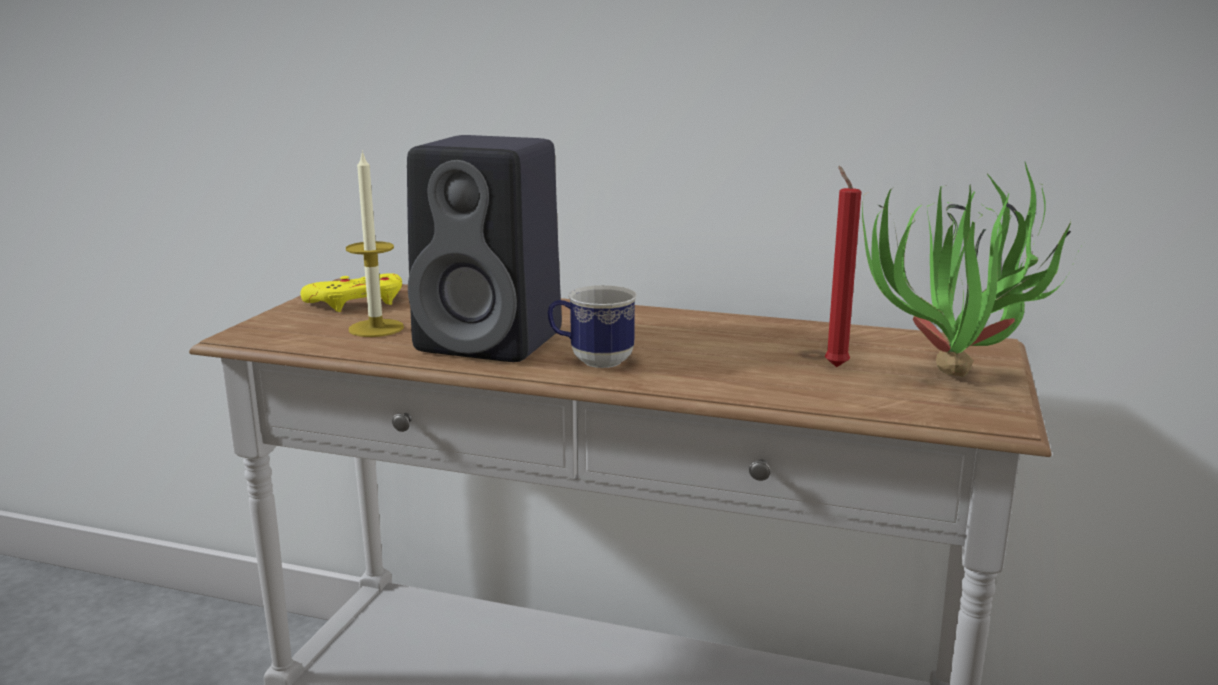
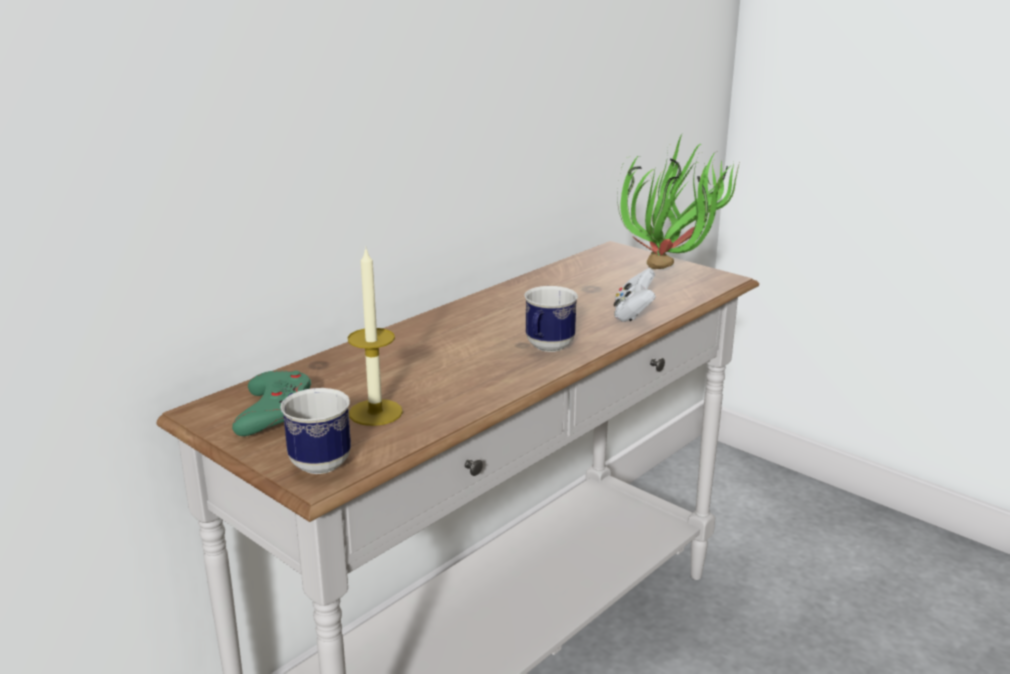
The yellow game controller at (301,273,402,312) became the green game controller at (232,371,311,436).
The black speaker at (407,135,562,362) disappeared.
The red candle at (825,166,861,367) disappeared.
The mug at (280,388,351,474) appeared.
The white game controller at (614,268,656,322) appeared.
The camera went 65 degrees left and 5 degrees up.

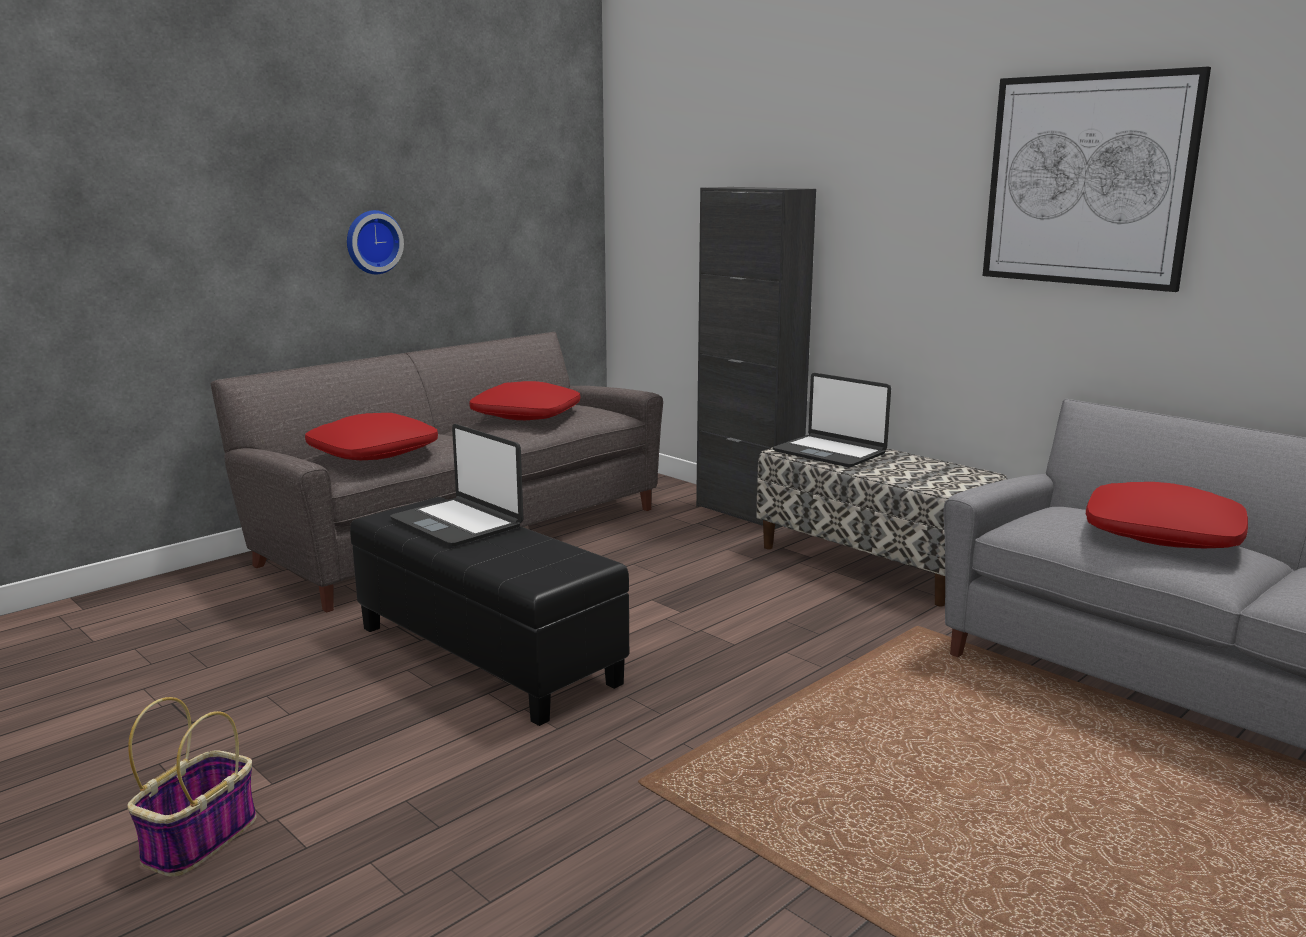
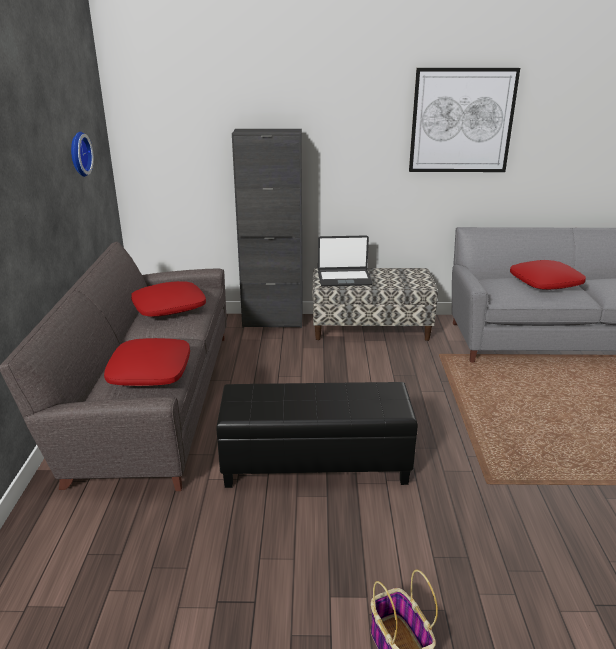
The wall clock moved from (347,210,404,274) to (71,132,94,177).
The laptop at (390,424,524,547) disappeared.
The camera went 45 degrees left and 10 degrees up.

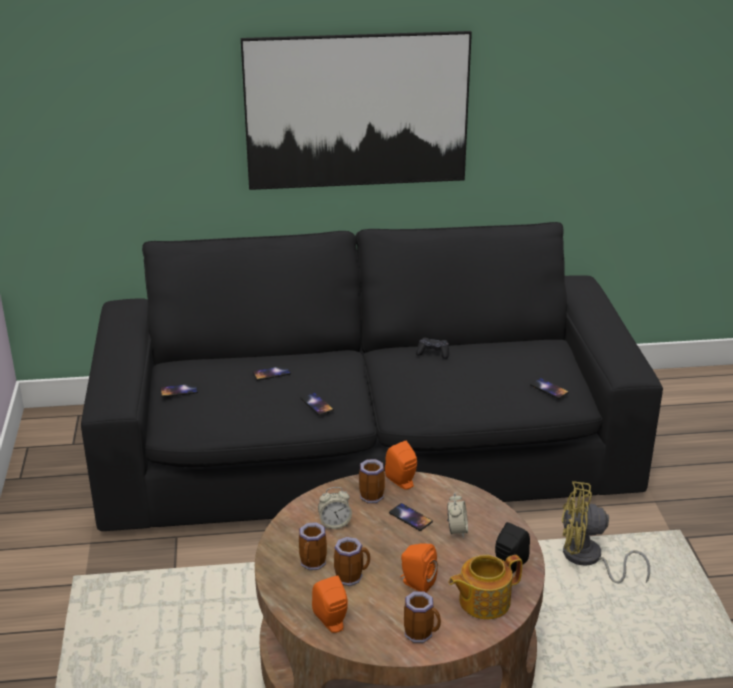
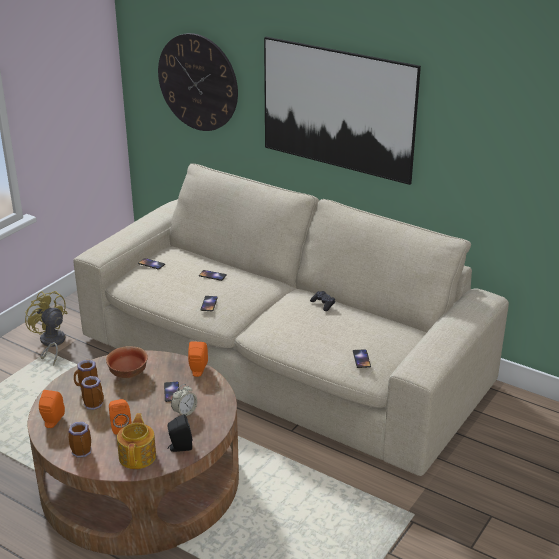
The black sofa at (81,222,663,531) became the beige sofa at (73,164,509,476).
The alarm clock at (318,487,352,529) was replaced by the bowl at (106,346,148,379).
The mug at (359,459,385,503) disappeared.
The teapot at (449,555,522,620) turned 75 degrees clockwise.
The yellow fan moved from (562,481,650,583) to (25,291,67,366).
The wall clock at (158,33,238,131) appeared.
The camera went 40 degrees right and 0 degrees up.

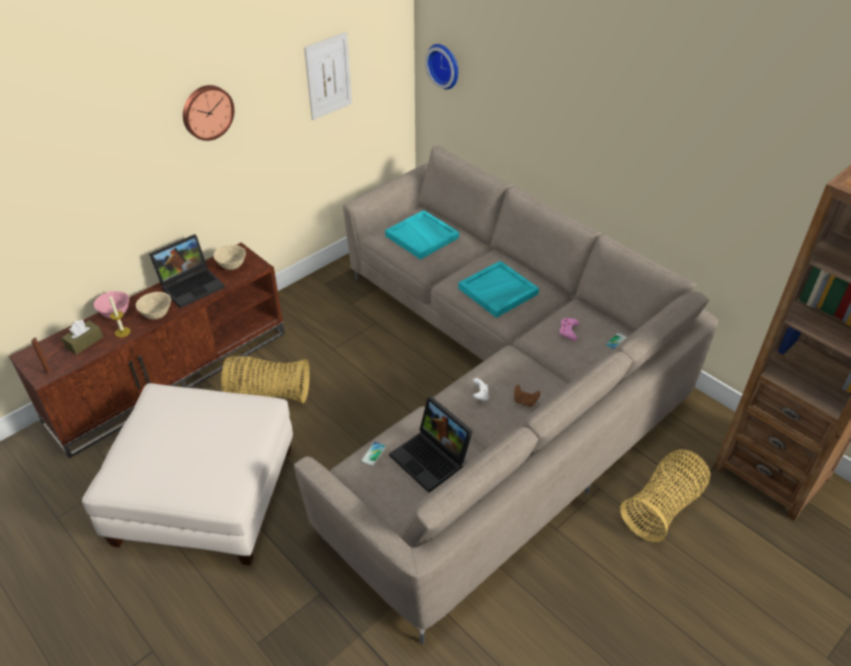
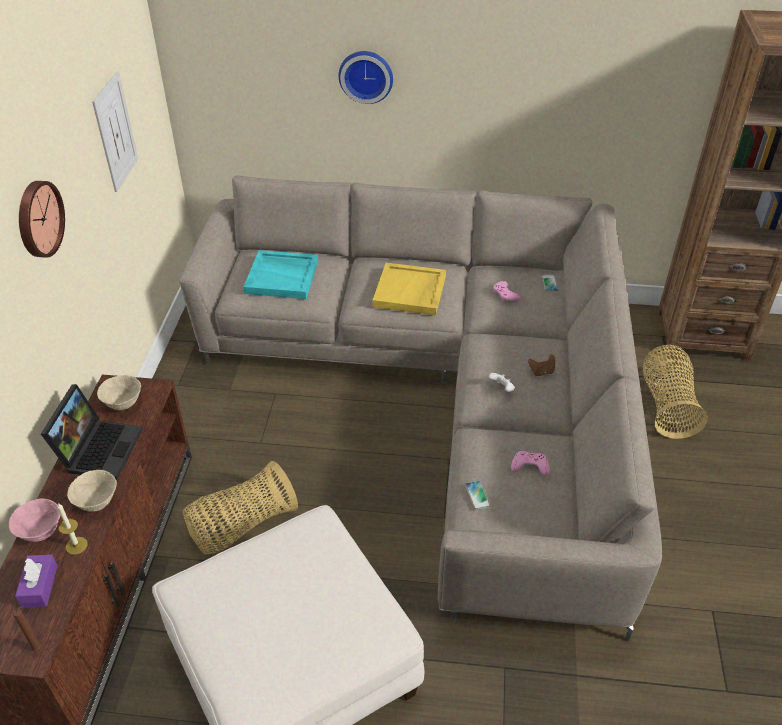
The brown tissue box at (62,320,103,355) became the purple tissue box at (15,554,57,608).
The laptop at (389,396,473,493) was replaced by the pink game controller at (511,451,550,476).
The wall clock moved from (425,44,458,89) to (339,51,393,104).
The turquoise tray at (458,261,539,318) became the yellow tray at (373,263,446,315).
The camera went 40 degrees left and 0 degrees up.

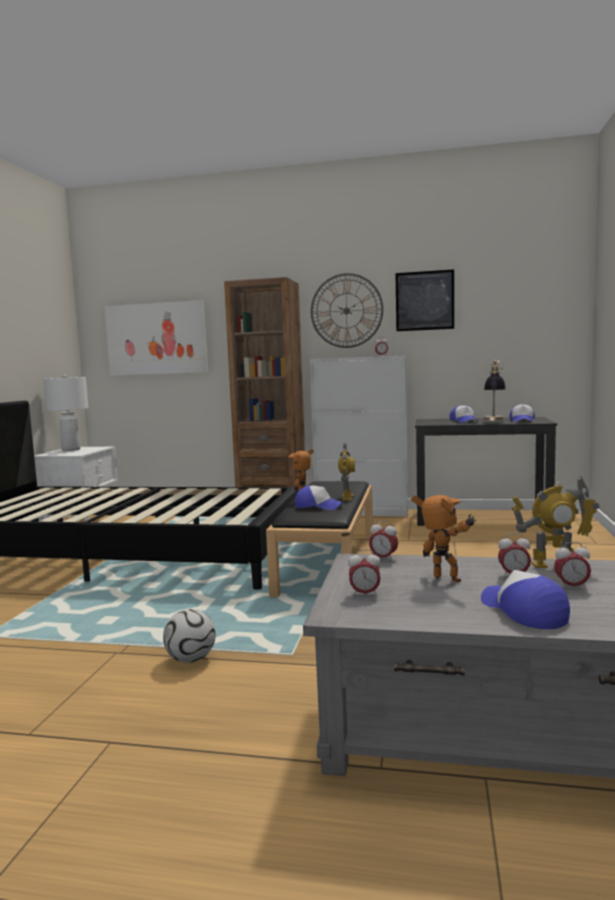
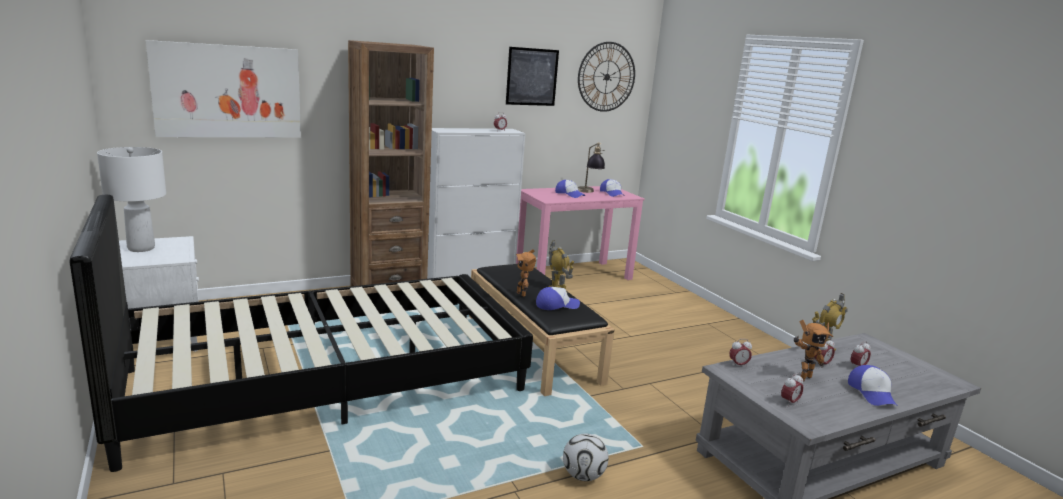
The wall clock moved from (311,273,383,348) to (578,42,635,112).
The toy robot at (411,495,477,582) turned 150 degrees clockwise.
The black desk at (415,417,557,528) became the pink desk at (516,186,645,280).
The cap at (481,570,570,629) turned 120 degrees counterclockwise.
The camera went 40 degrees left and 10 degrees up.

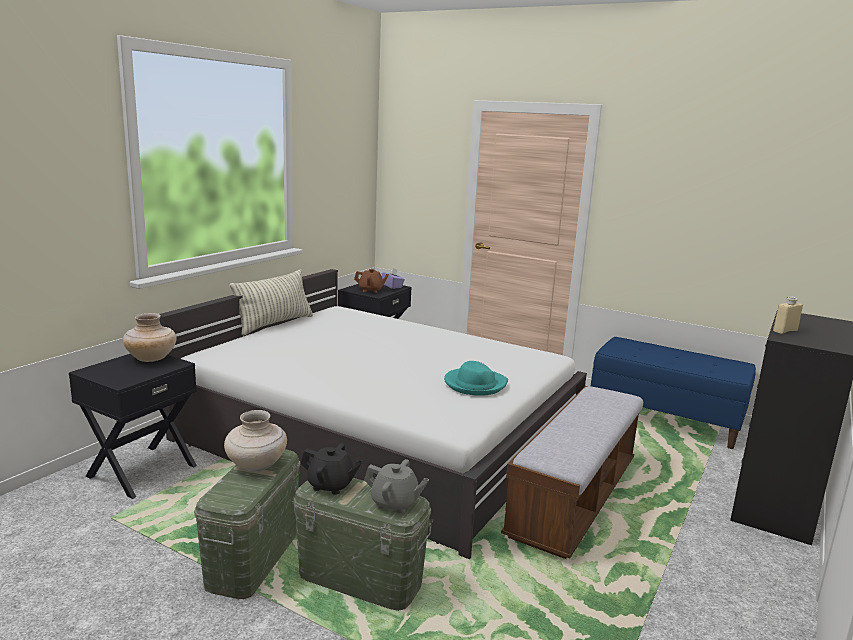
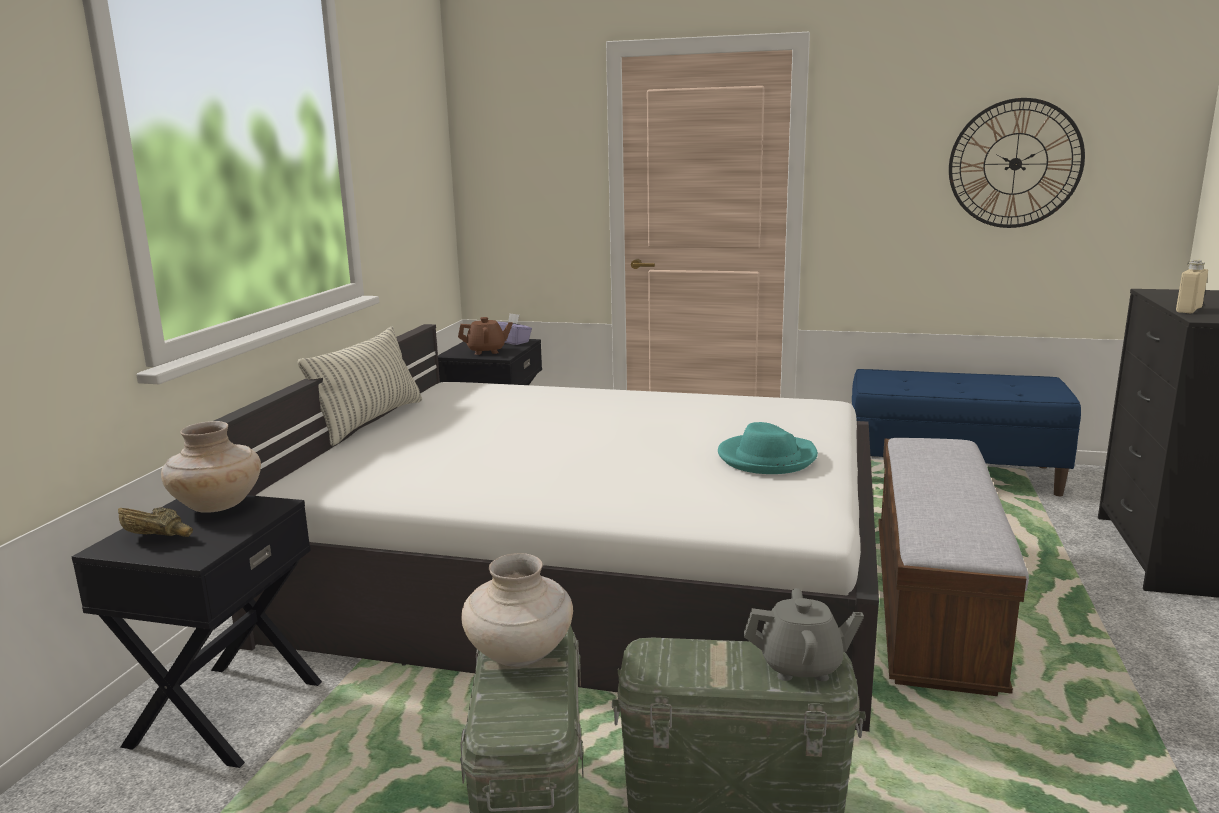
The black teapot at (301,443,363,495) disappeared.
The brown bowl at (118,507,193,537) appeared.
The wall clock at (949,98,1085,228) appeared.
The camera went 15 degrees left and 0 degrees up.

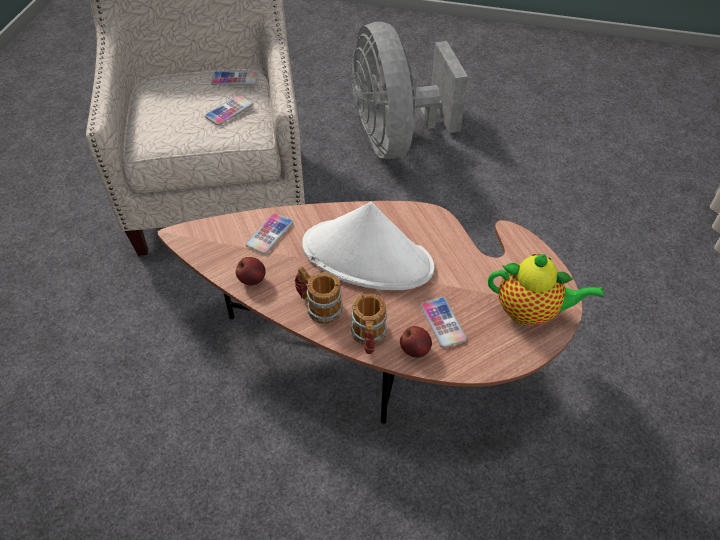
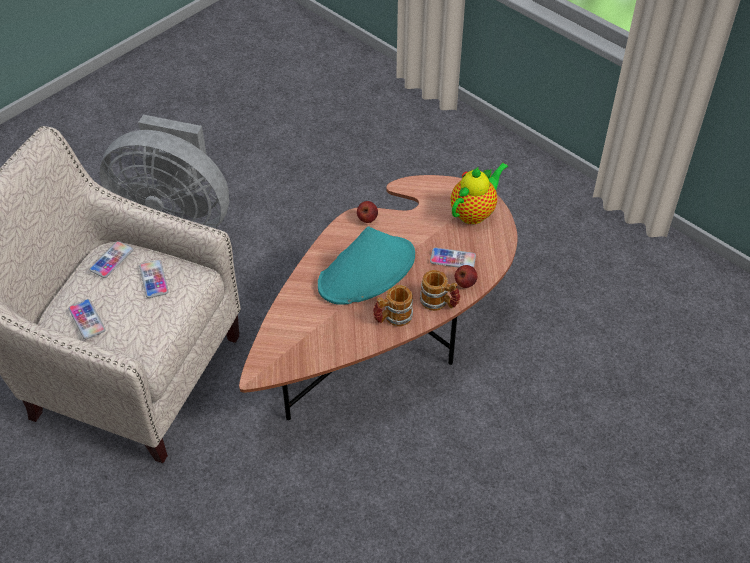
The apple moved from (236,257,266,286) to (357,201,378,223).
The phone moved from (246,213,293,254) to (69,299,106,339).
The white hat at (302,202,434,290) became the turquoise hat at (318,226,415,305).
The camera went 60 degrees left and 0 degrees up.

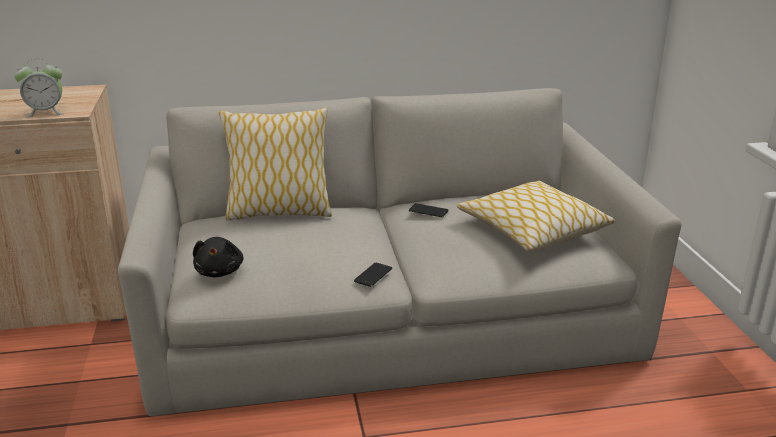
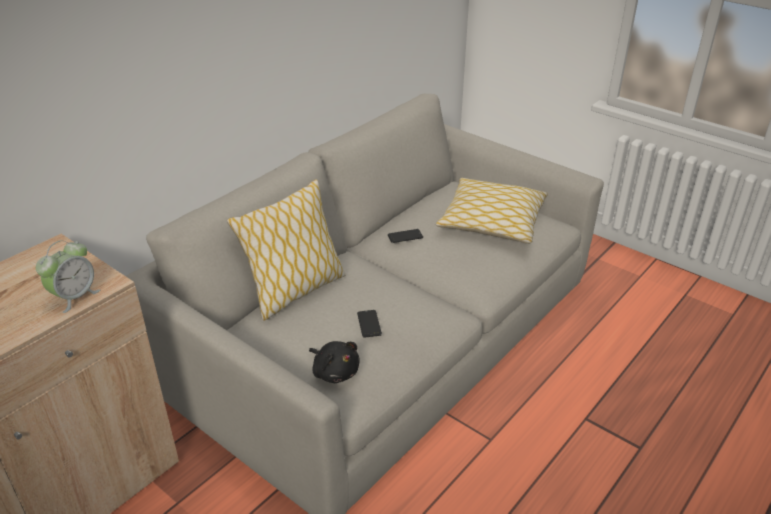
The phone moved from (354,263,392,287) to (357,310,382,338).
The camera went 40 degrees left and 10 degrees up.

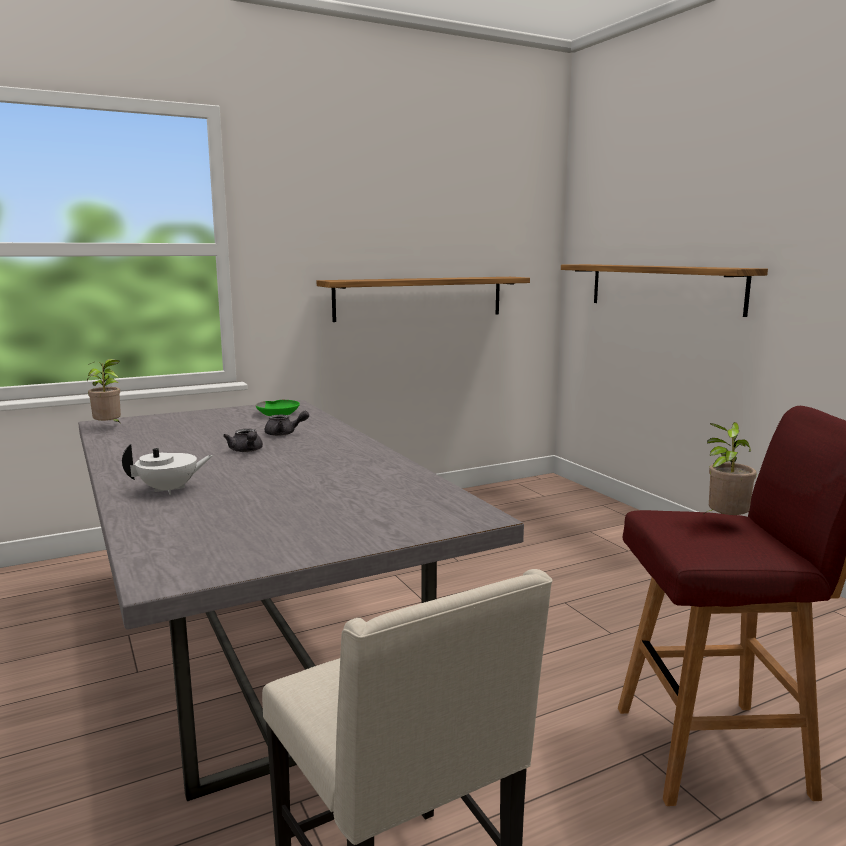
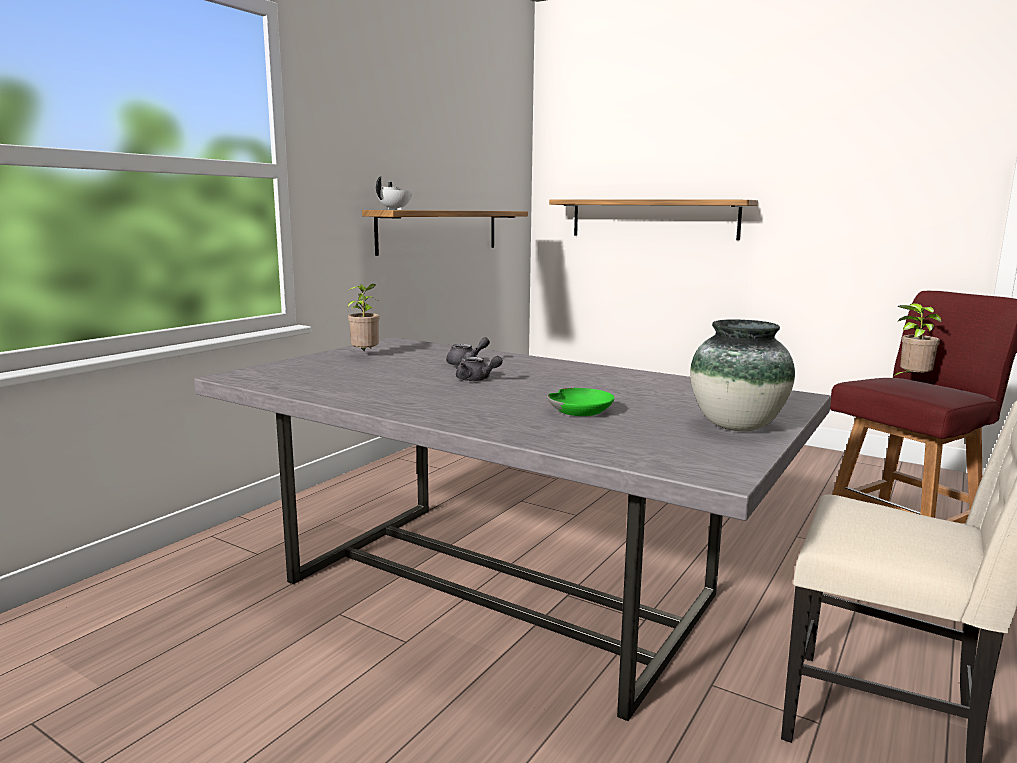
The potted plant moved from (87,359,121,423) to (347,284,380,352).
The white teapot moved from (122,444,213,495) to (376,176,413,210).
The green bowl moved from (255,400,300,416) to (547,388,614,416).
The vase at (690,319,795,431) appeared.
The camera went 30 degrees left and 0 degrees up.

